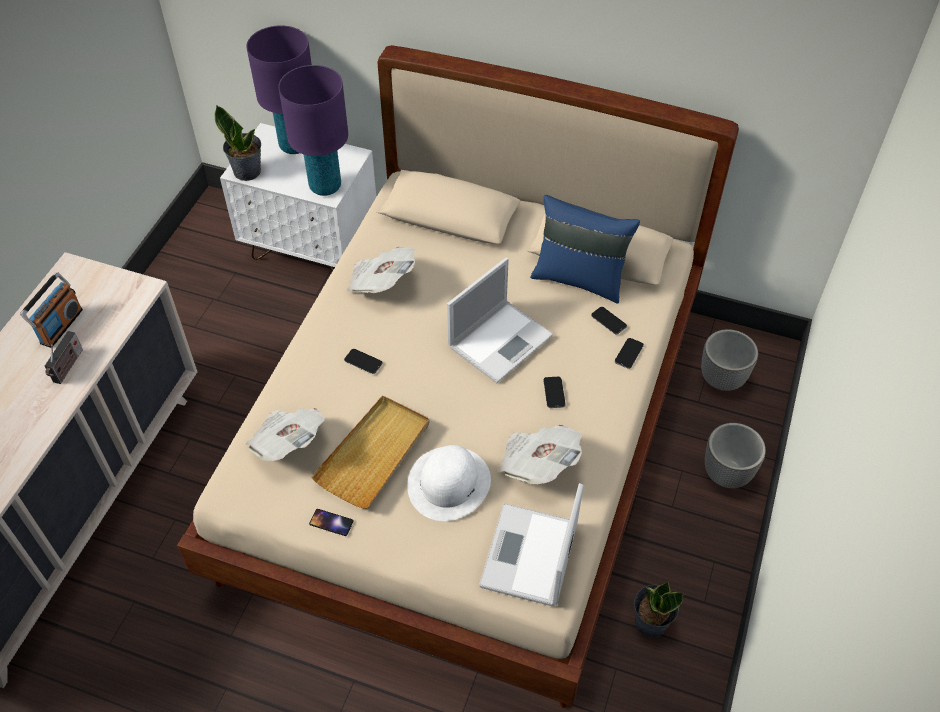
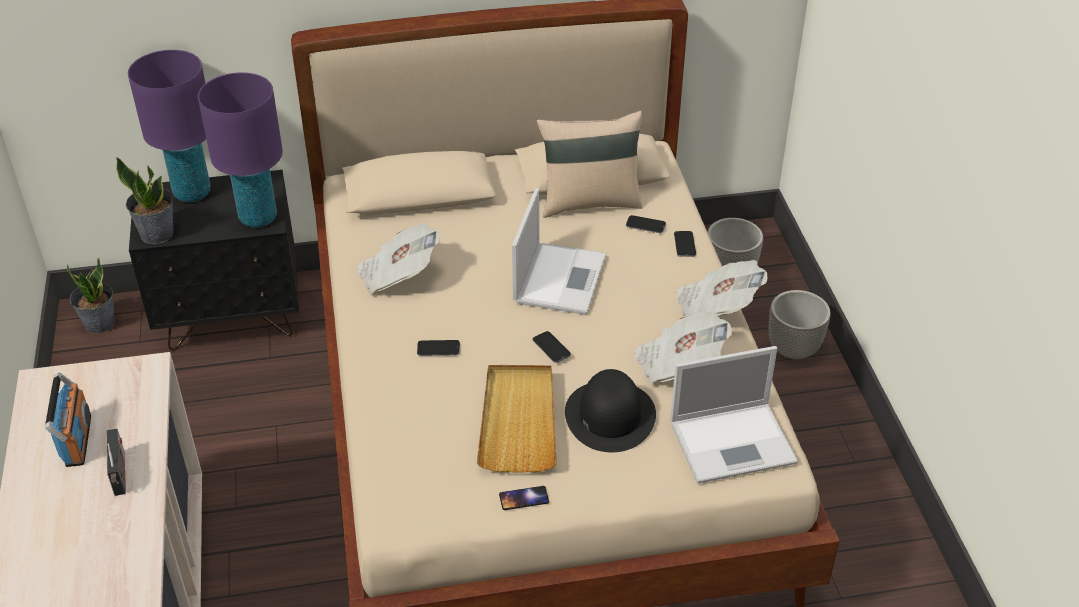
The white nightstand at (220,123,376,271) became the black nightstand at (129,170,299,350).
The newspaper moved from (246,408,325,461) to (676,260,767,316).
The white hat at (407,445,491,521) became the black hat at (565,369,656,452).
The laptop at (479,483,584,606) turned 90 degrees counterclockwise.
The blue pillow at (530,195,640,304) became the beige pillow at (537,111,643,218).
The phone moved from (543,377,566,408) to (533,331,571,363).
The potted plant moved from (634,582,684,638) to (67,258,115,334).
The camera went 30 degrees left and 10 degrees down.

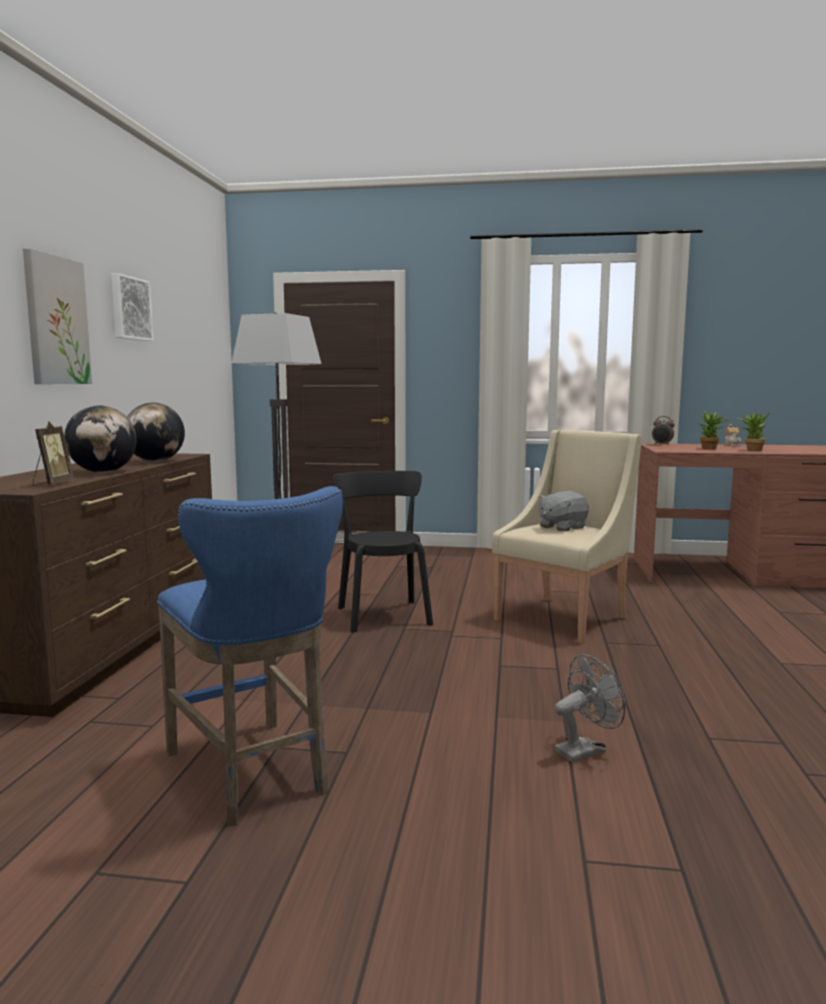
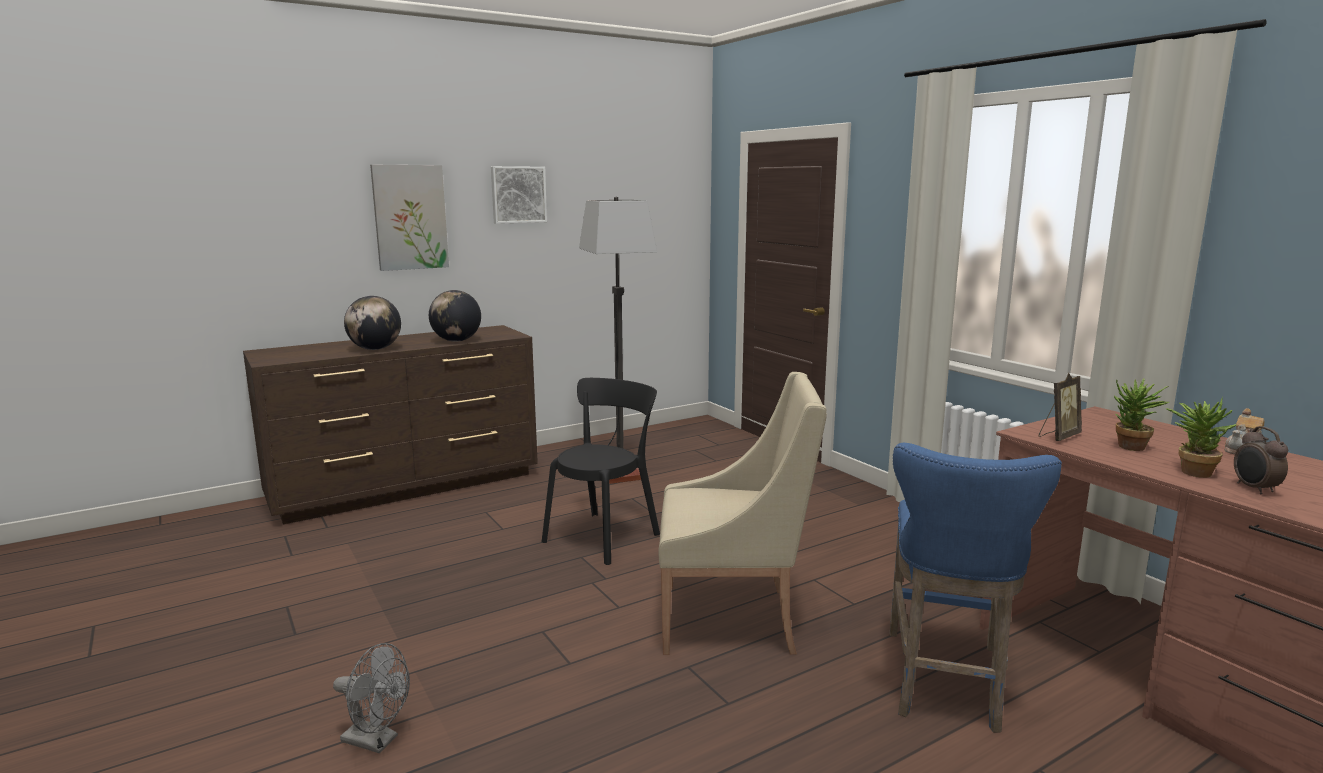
The picture frame moved from (33,422,74,486) to (1039,373,1082,441).
The blue stool moved from (157,486,343,826) to (890,443,1062,733).
The grey plush toy at (538,491,589,532) disappeared.
The alarm clock moved from (652,416,675,446) to (1234,426,1288,494).
The camera went 50 degrees right and 5 degrees up.

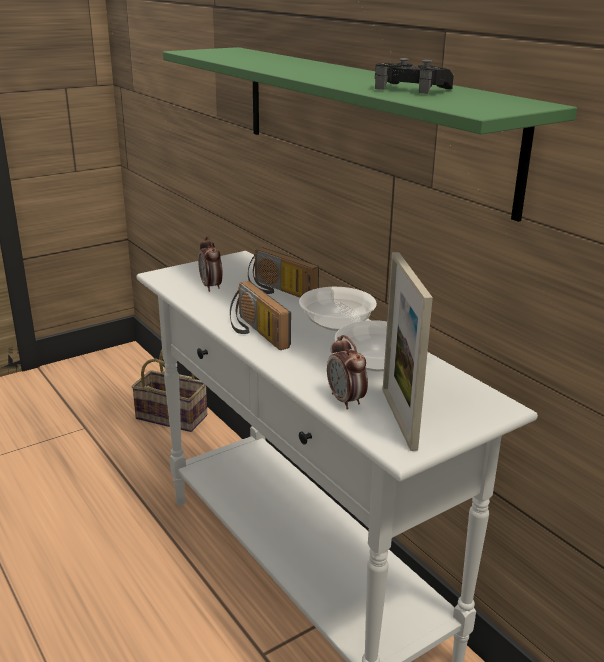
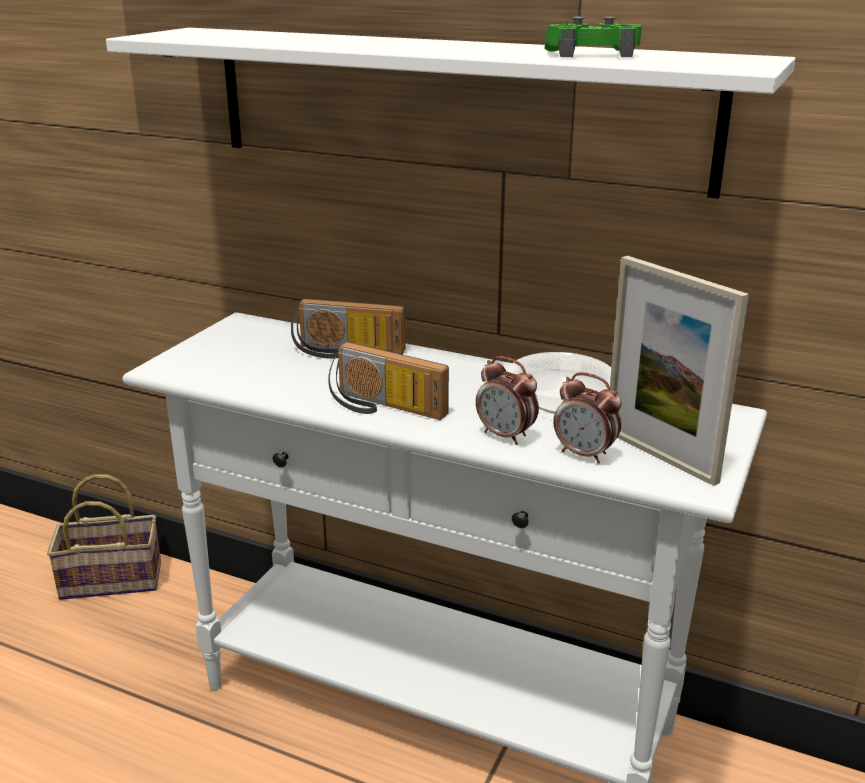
The green shelf at (163,47,577,222) became the white shelf at (106,28,795,199).
The alarm clock moved from (198,236,222,292) to (476,356,539,445).
The bowl at (299,287,377,331) disappeared.
The black game controller at (375,58,454,94) became the green game controller at (545,16,642,57).
The camera went 30 degrees left and 0 degrees up.

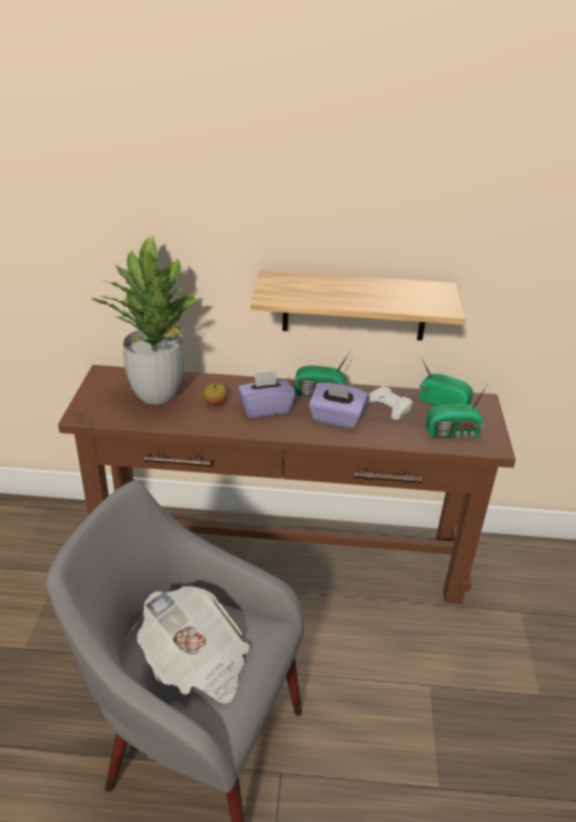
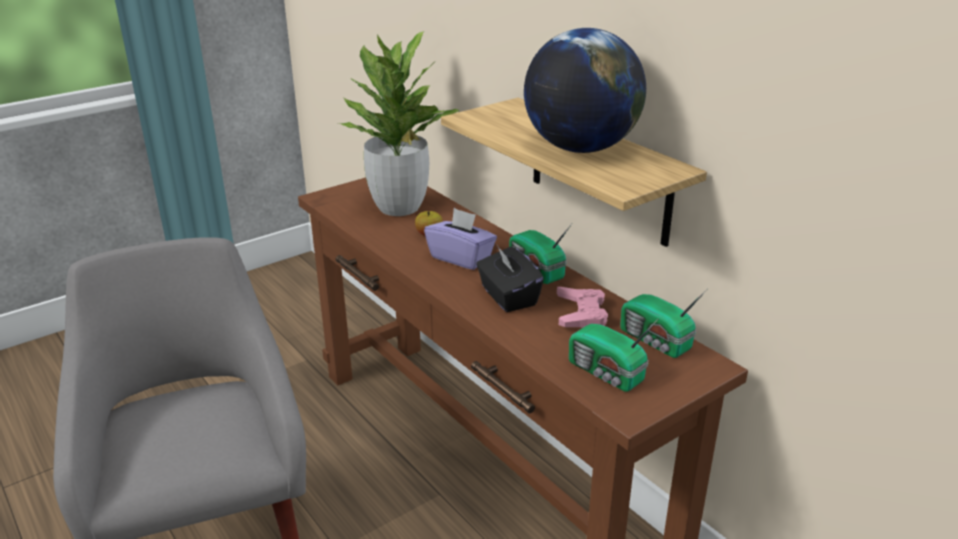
The newspaper at (137,586,250,704) disappeared.
The purple tissue box at (309,382,368,428) became the black tissue box at (476,245,544,312).
The white game controller at (366,386,412,420) became the pink game controller at (557,287,608,328).
The radio at (419,357,473,406) turned 150 degrees clockwise.
The globe at (524,28,646,153) appeared.
The camera went 50 degrees right and 5 degrees down.

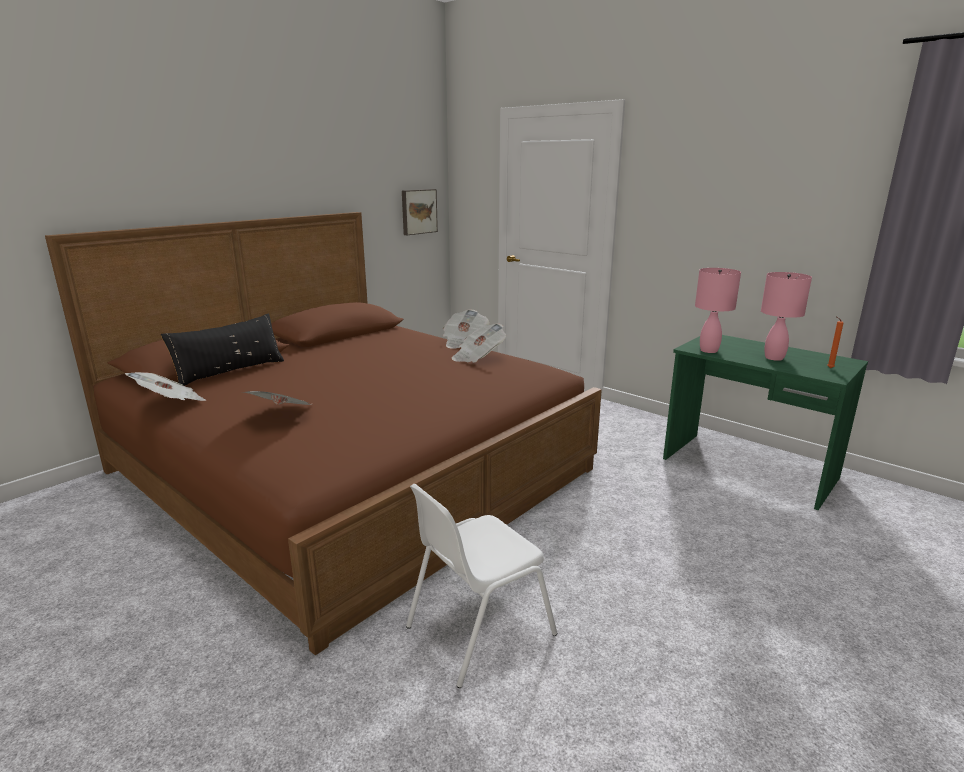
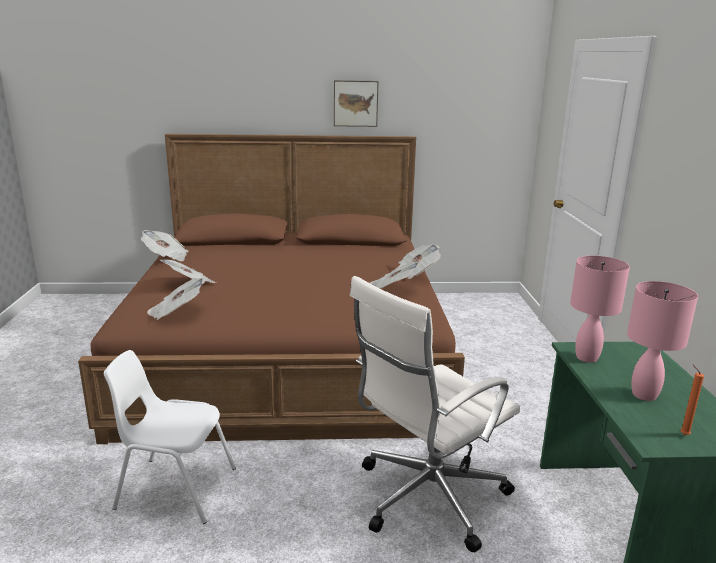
The black pillow at (161,313,284,386) disappeared.
The picture moved from (402,189,438,235) to (334,80,378,127).
The newspaper at (147,278,205,320) appeared.
The white office chair at (350,276,521,552) appeared.
The camera went 45 degrees right and 0 degrees up.

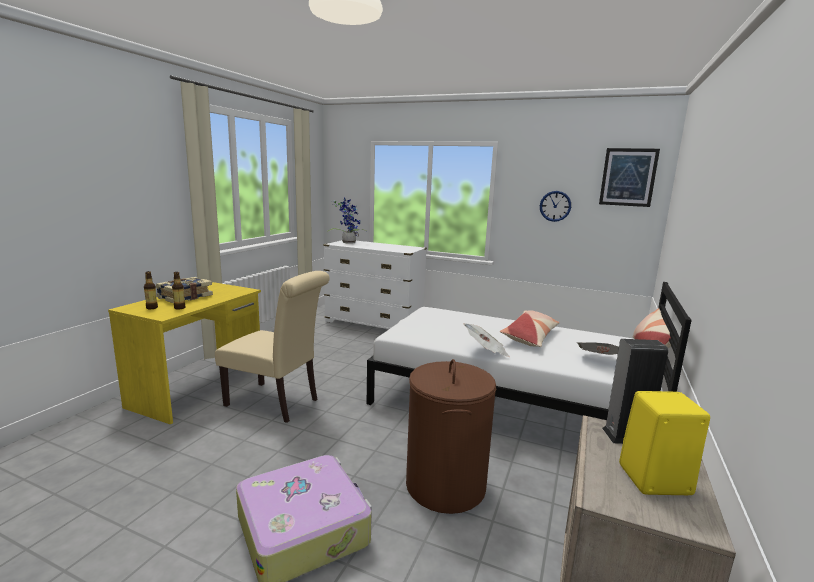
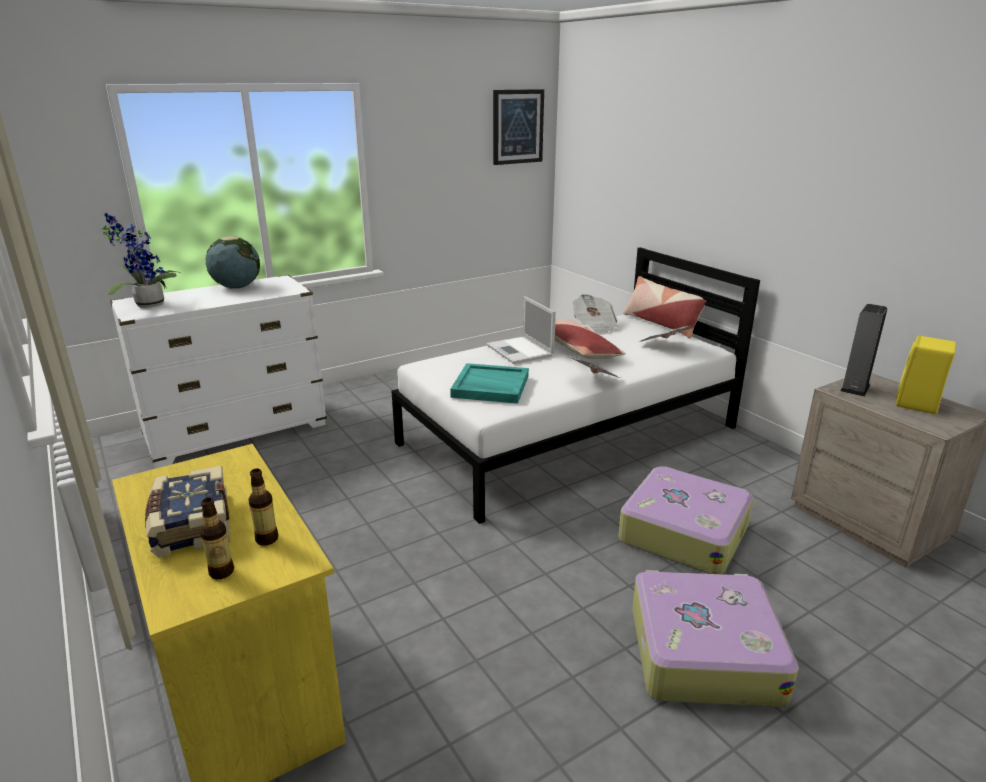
The beige chair at (215,271,330,423) disappeared.
The brown laundry basket at (406,359,496,514) was replaced by the suitcase at (618,466,753,574).
The wall clock at (540,191,571,222) disappeared.
The globe at (206,236,260,289) appeared.
The turquoise tray at (450,363,529,404) appeared.
The laptop at (486,296,556,364) appeared.
The newspaper at (573,294,619,335) appeared.
The camera went 55 degrees left and 10 degrees up.

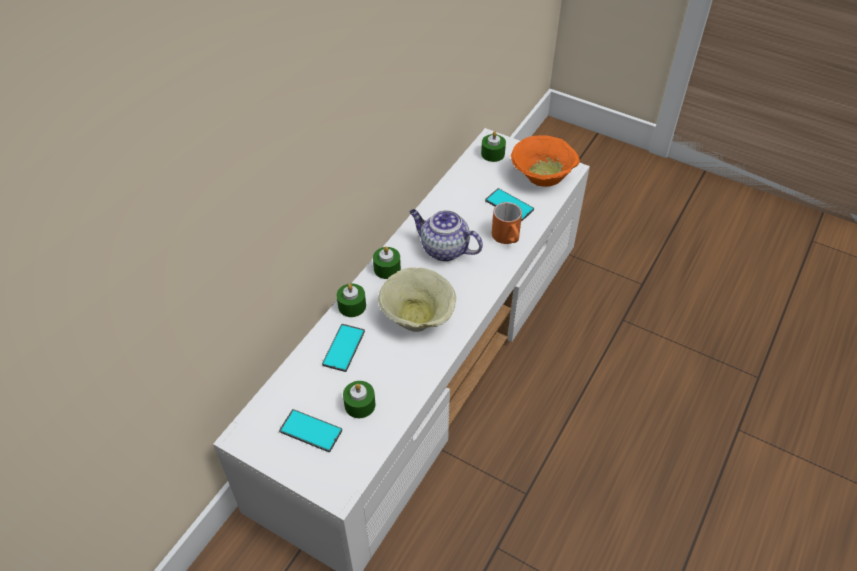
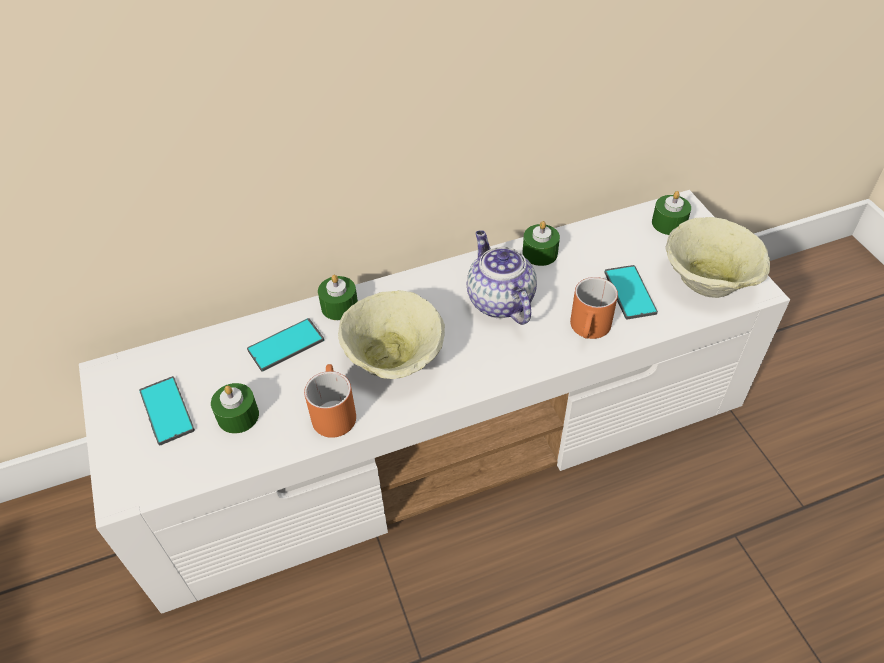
The green candle moved from (373,246,401,279) to (523,221,560,266).
The orange bowl at (511,135,580,187) became the beige bowl at (665,217,770,298).
The orange mug at (304,364,356,438) appeared.
The camera went 40 degrees right and 0 degrees up.

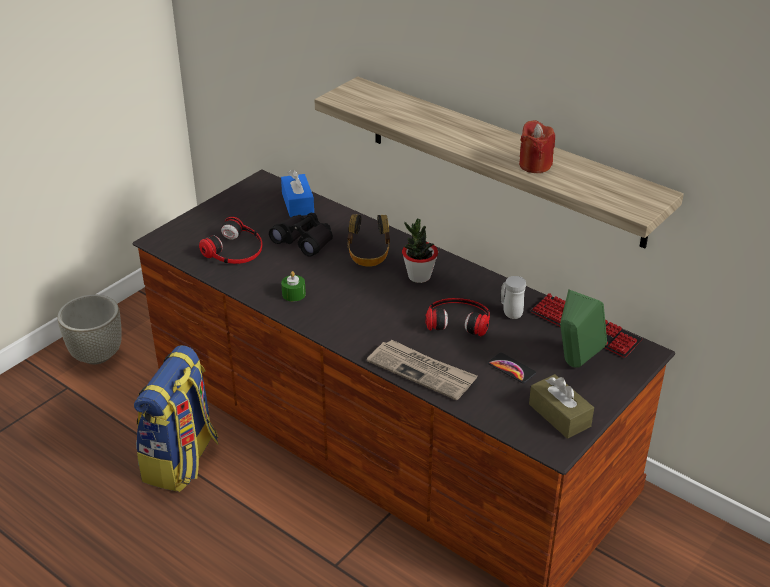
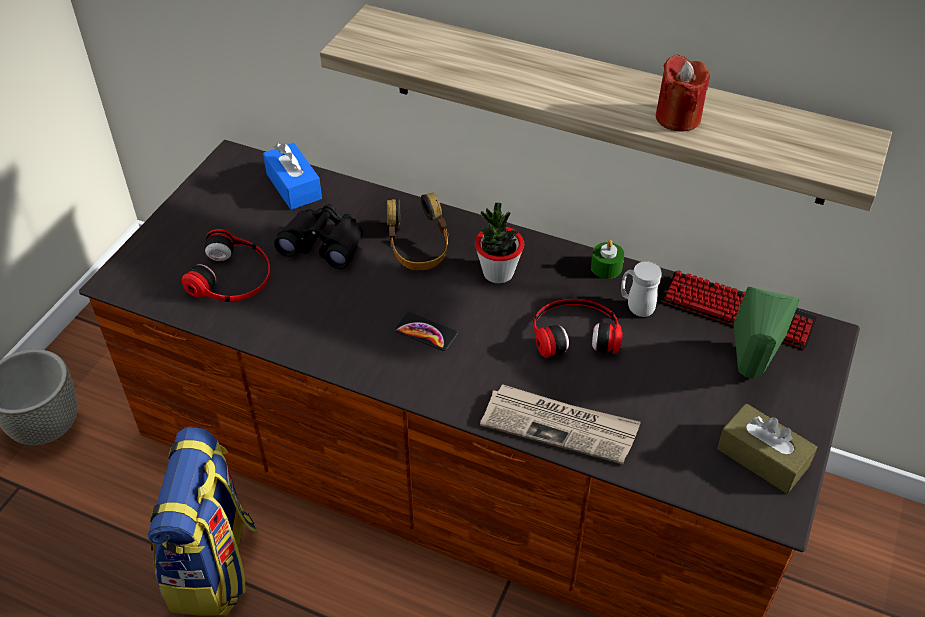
The green candle moved from (281,271,306,302) to (591,240,624,279).
The phone moved from (488,353,536,383) to (395,312,458,351).
The camera went 15 degrees left and 10 degrees up.

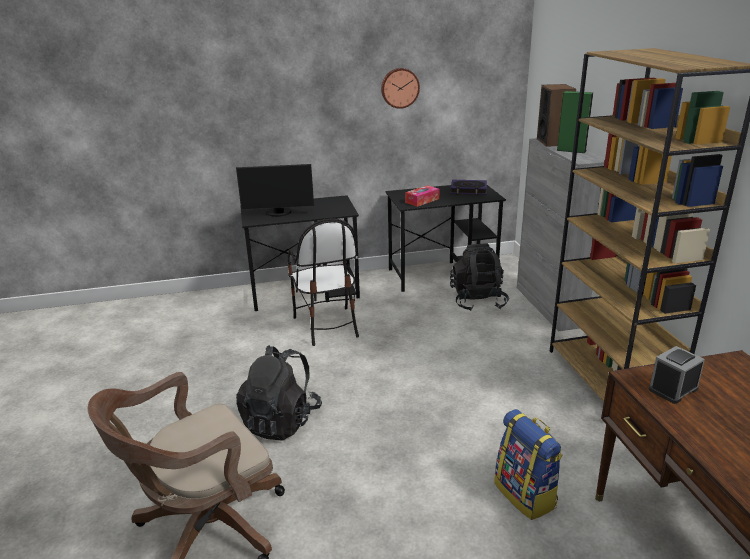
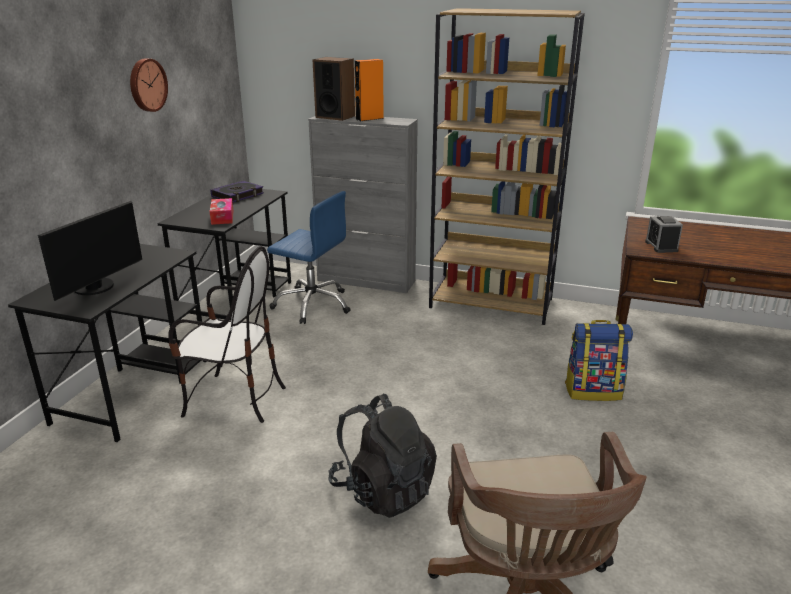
The black backpack at (450,244,509,311) was replaced by the blue office chair at (267,191,351,324).
The green speaker at (557,91,593,153) became the orange speaker at (354,59,384,121).
The camera went 60 degrees left and 0 degrees up.

